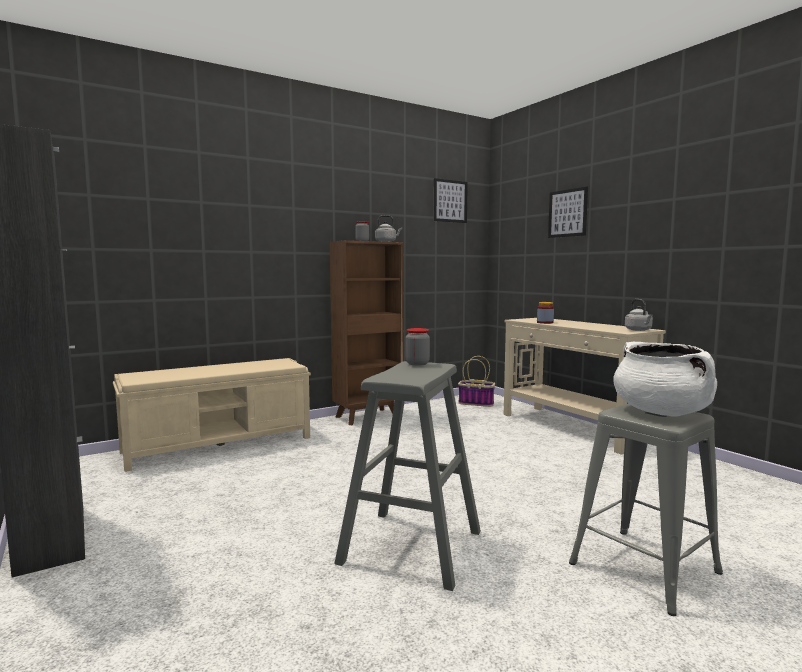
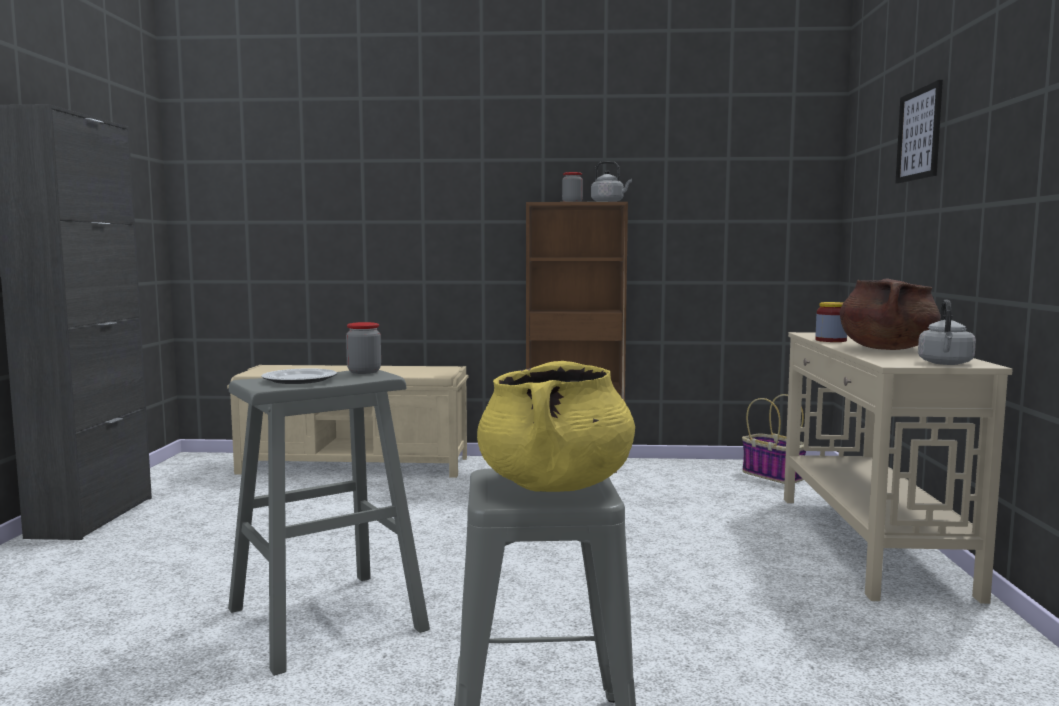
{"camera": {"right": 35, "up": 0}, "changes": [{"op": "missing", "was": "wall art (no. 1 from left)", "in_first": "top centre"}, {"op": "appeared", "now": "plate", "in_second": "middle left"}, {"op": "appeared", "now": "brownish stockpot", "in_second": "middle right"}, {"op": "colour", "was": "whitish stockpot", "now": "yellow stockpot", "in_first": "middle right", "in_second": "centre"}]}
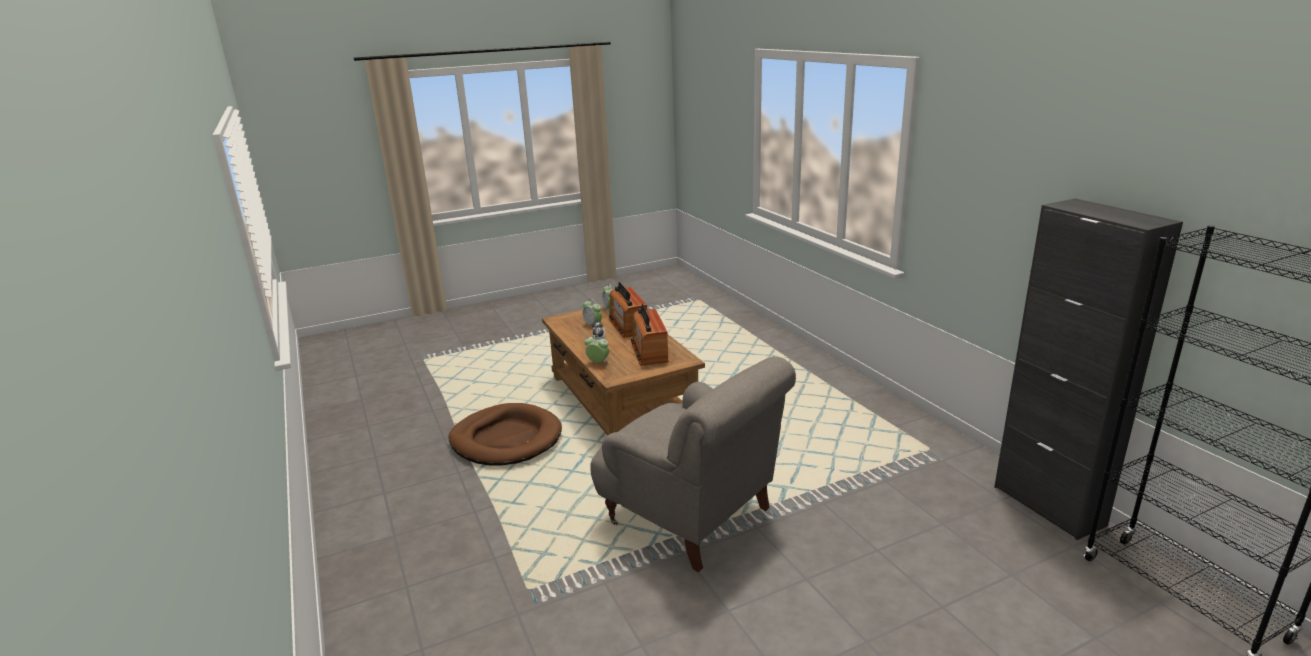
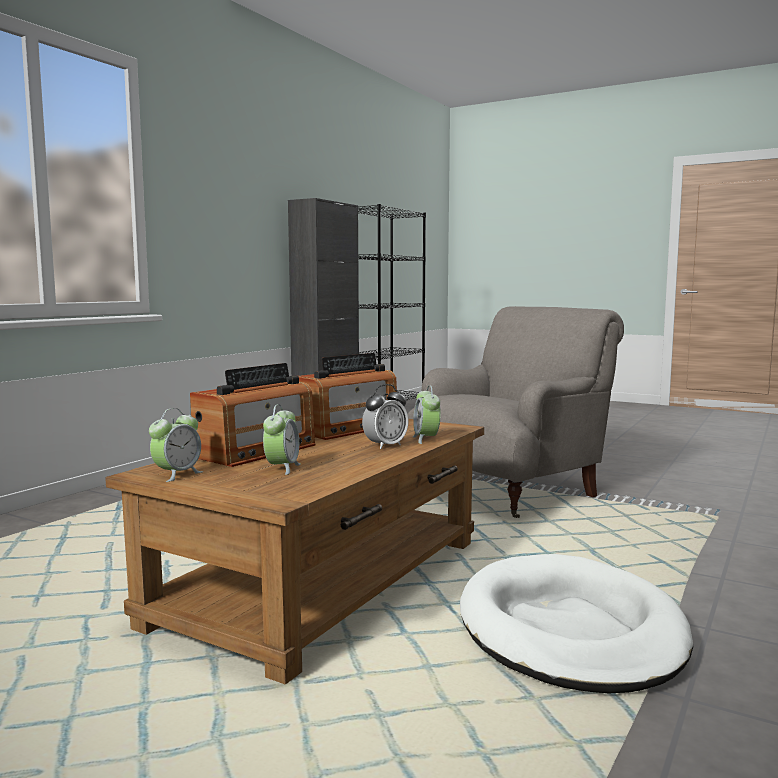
{"camera": {"right": -125, "up": -15}, "changes": [{"op": "colour", "was": "brownish pet bed", "now": "whitish pet bed", "in_first": "centre", "in_second": "bottom right"}, {"op": "spun", "was": "greyish lounge chair", "in_first": "bottom centre", "in_second": "centre", "clockwise": 45}]}
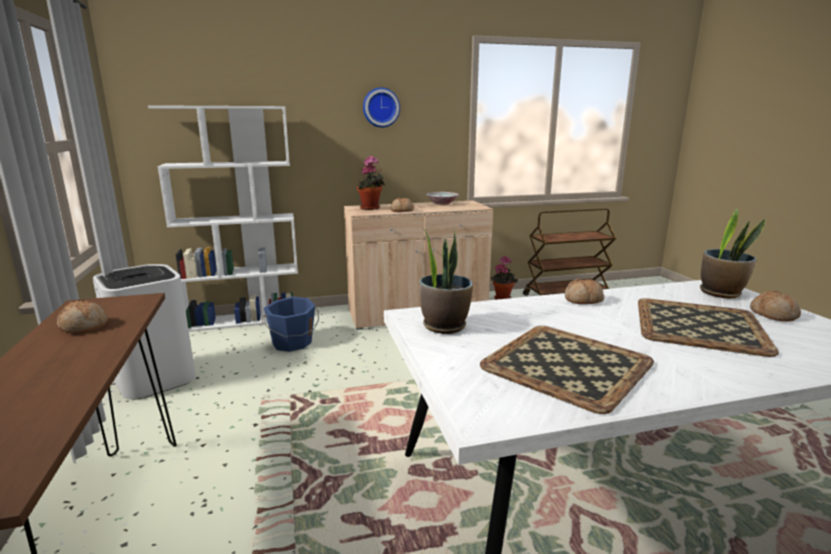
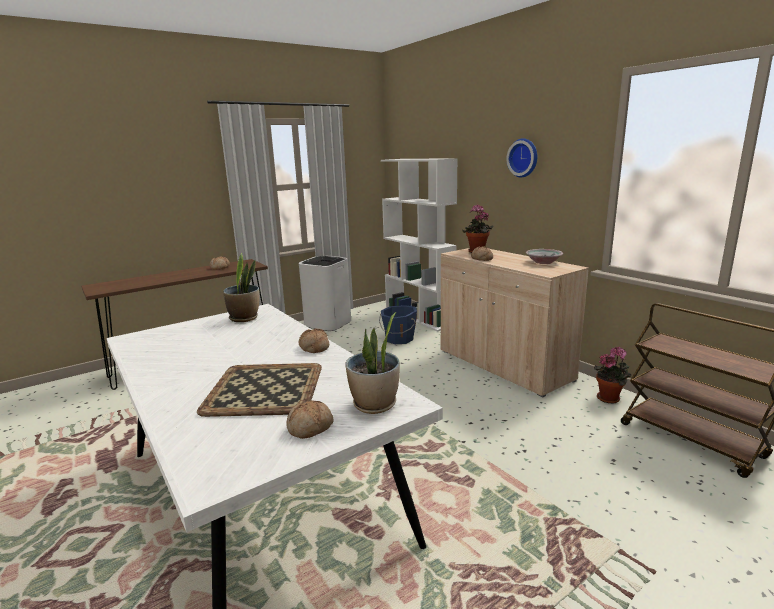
{"camera": {"right": 70, "up": 0}, "changes": [{"op": "missing", "was": "serving tray (no. 1 from left)", "in_first": "bottom right"}]}
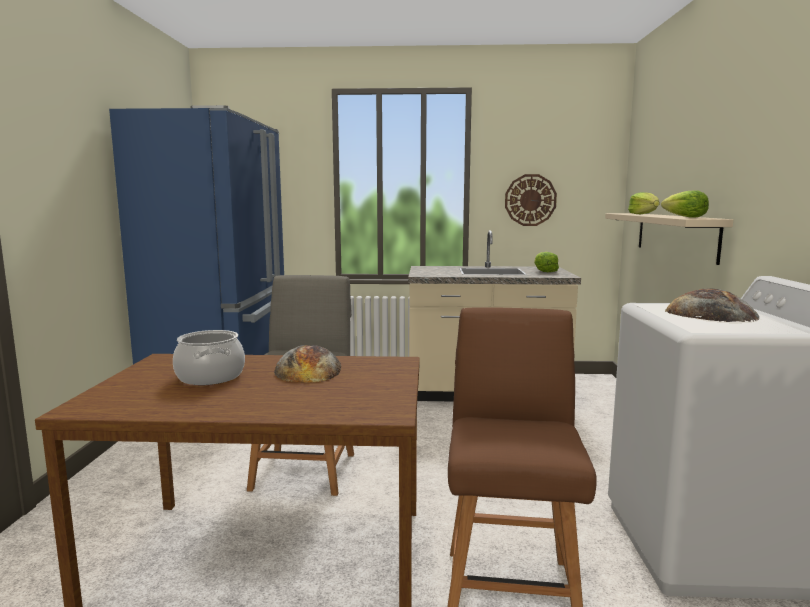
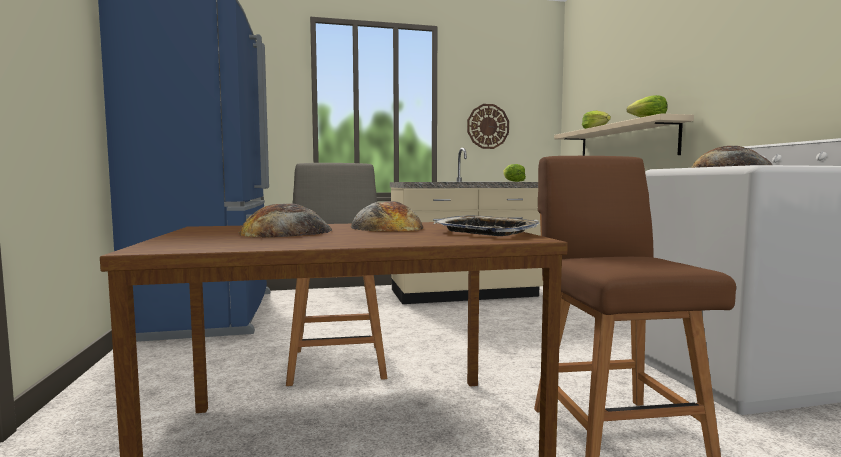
{"camera": {"right": -15, "up": -5}, "changes": [{"op": "appeared", "now": "serving tray", "in_second": "centre"}, {"op": "exchanged", "was": "stockpot", "now": "bakery bread (no. 1 from left)", "in_first": "middle left", "in_second": "centre"}]}
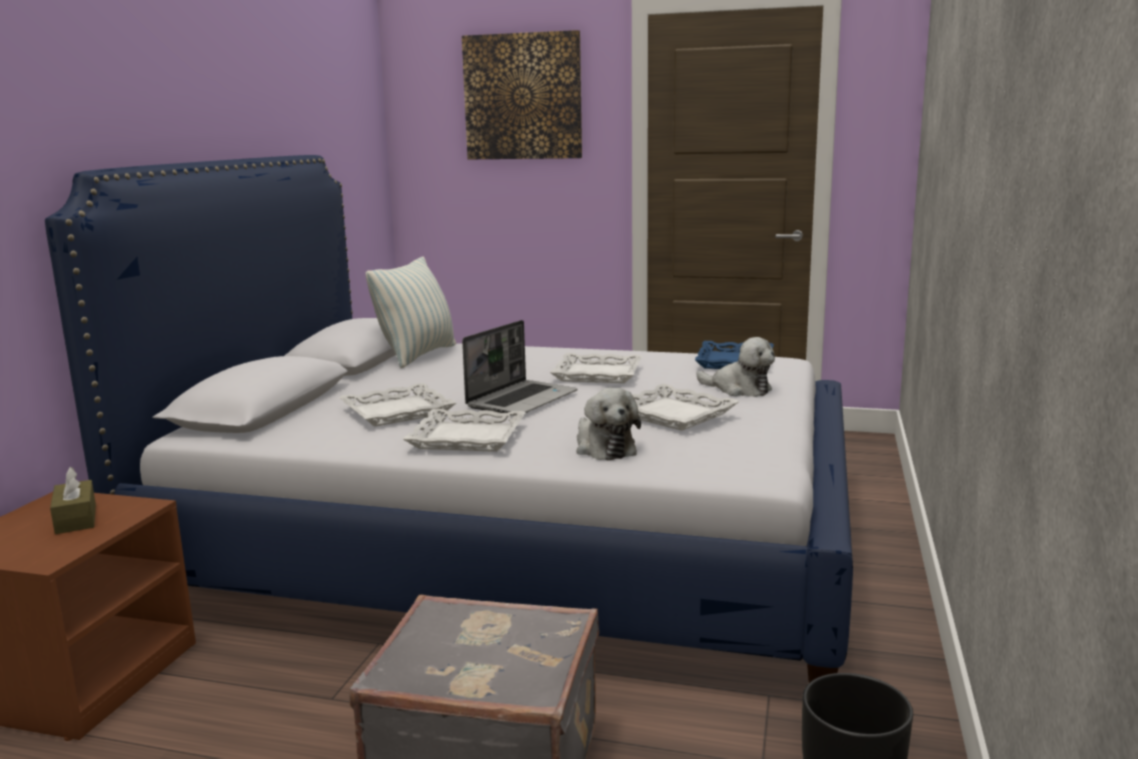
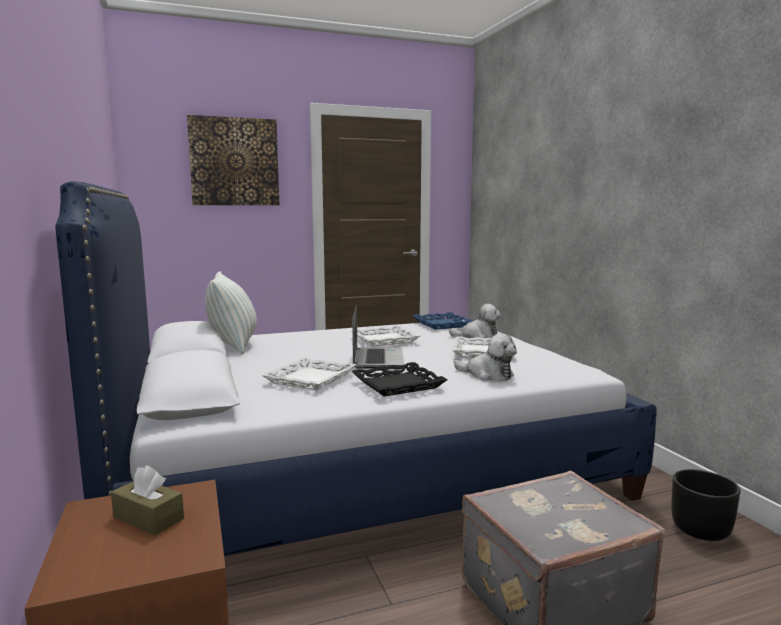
{"camera": {"right": -35, "up": -5}, "changes": [{"op": "colour", "was": "whitish serving tray (no. 2 from left)", "now": "blackish serving tray", "in_first": "centre", "in_second": "centre"}]}
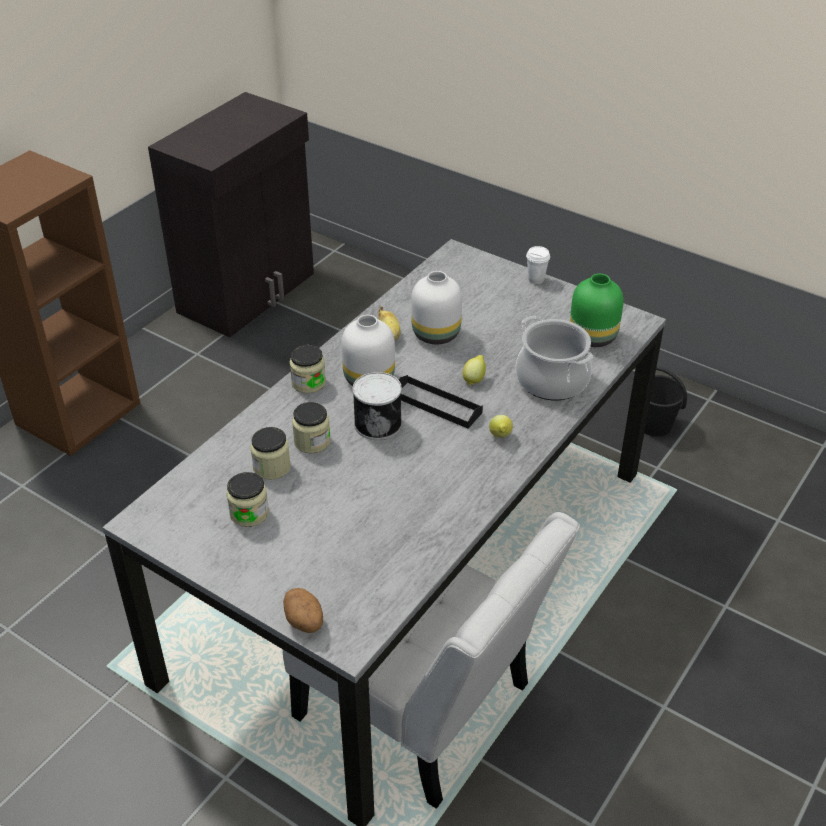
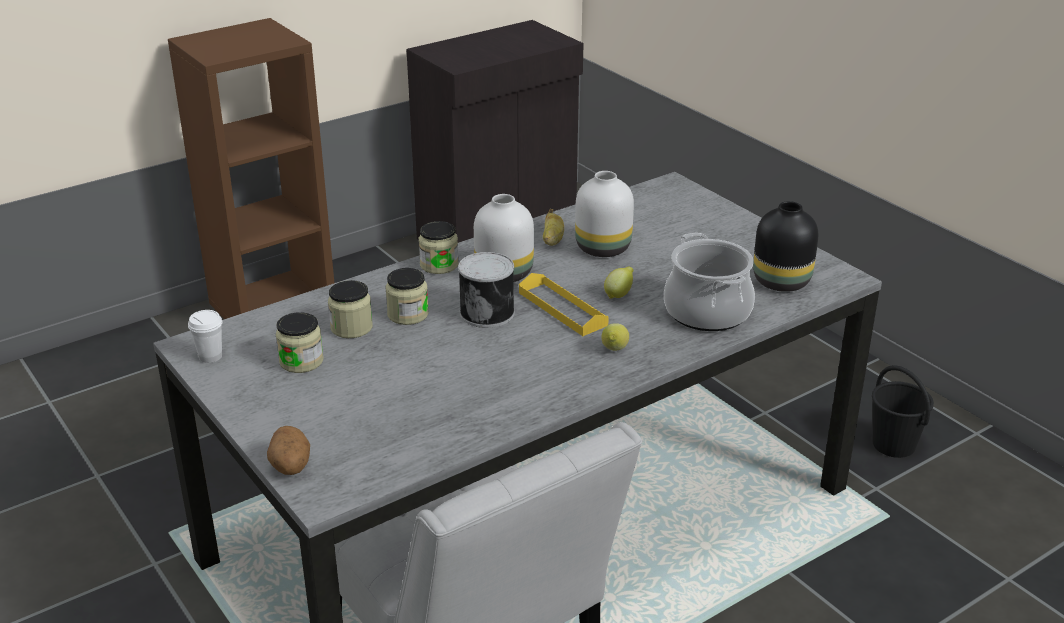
{"camera": {"right": 20, "up": -10}, "changes": [{"op": "relocated", "was": "whitish cup", "in_first": "top centre", "in_second": "middle left"}, {"op": "colour", "was": "blackish serving tray", "now": "yellow serving tray", "in_first": "centre", "in_second": "centre"}, {"op": "colour", "was": "greenish decorative vase", "now": "blackish decorative vase", "in_first": "middle right", "in_second": "middle right"}]}
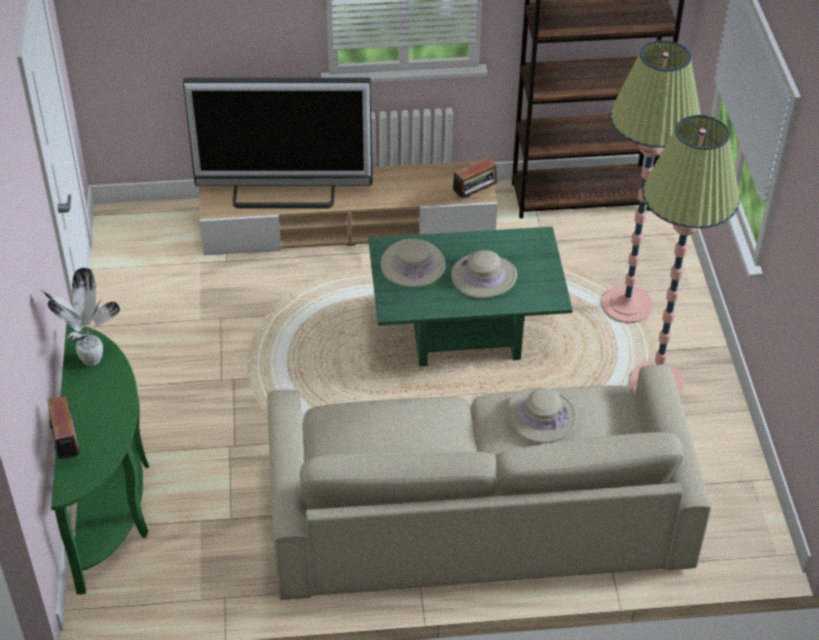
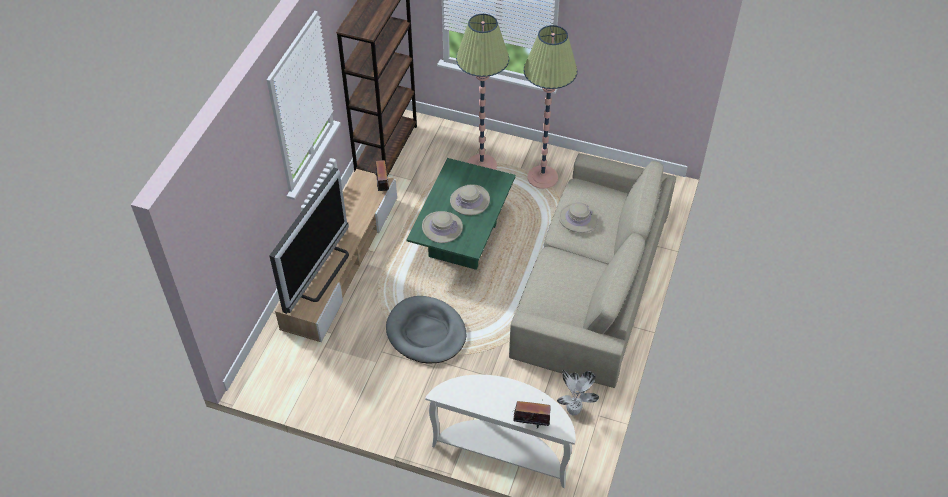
{"camera": {"right": -65, "up": 5}, "changes": [{"op": "appeared", "now": "greyish pet bed", "in_second": "centre"}, {"op": "relocated", "was": "houseplant", "in_first": "middle left", "in_second": "bottom centre"}, {"op": "colour", "was": "greenish narrow table", "now": "whitish narrow table", "in_first": "bottom left", "in_second": "bottom centre"}]}
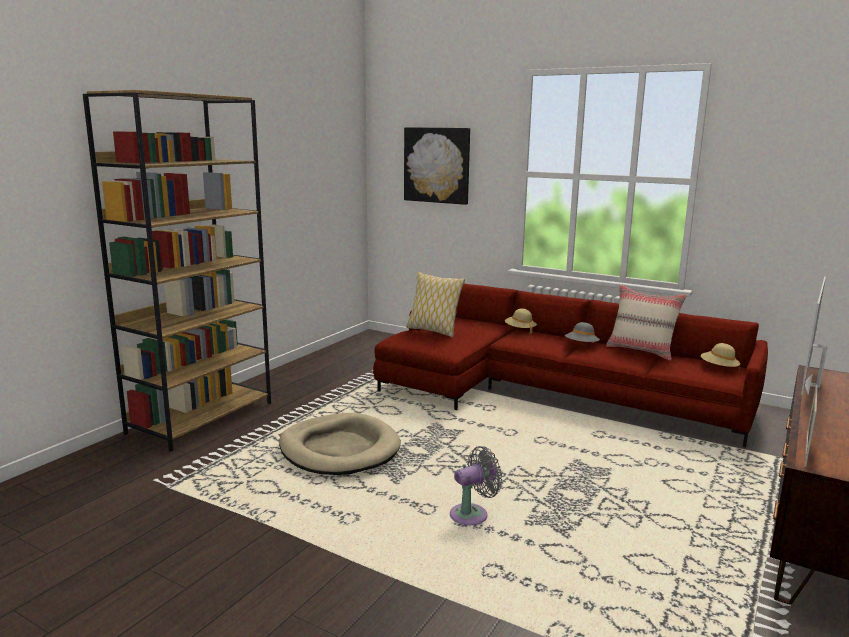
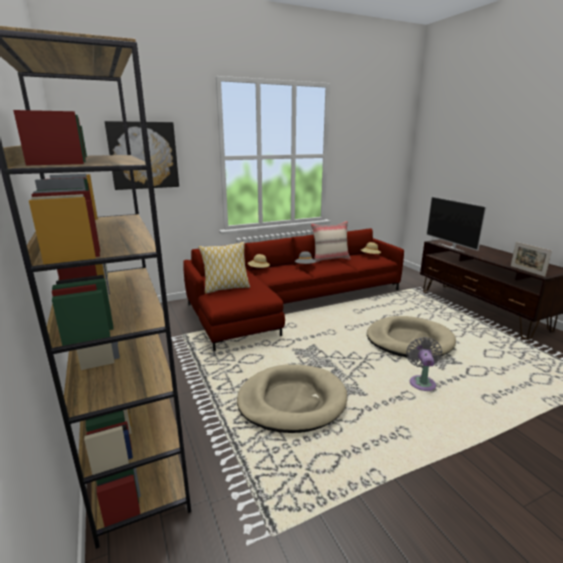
{"camera": {"right": -55, "up": 5}, "changes": [{"op": "appeared", "now": "beige pet bed (no. 2 from left)", "in_second": "middle right"}]}
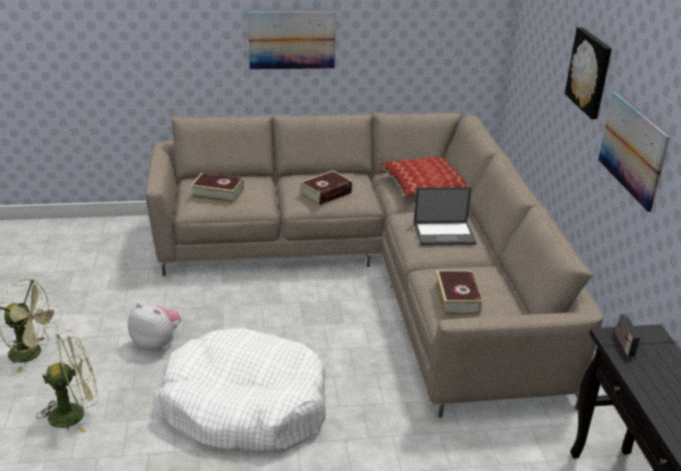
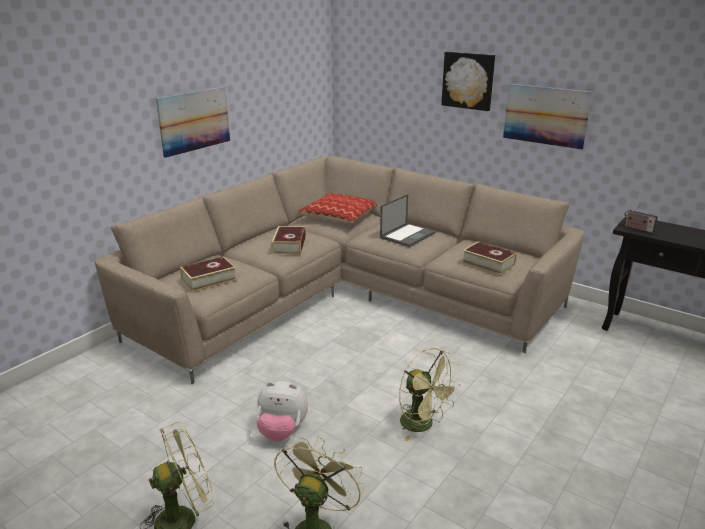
{"camera": {"right": -45, "up": -5}, "changes": [{"op": "exchanged", "was": "whitish pet bed", "now": "greenish cooling fan (no. 3 from left)", "in_first": "bottom centre", "in_second": "bottom centre"}, {"op": "spun", "was": "soft toy", "in_first": "bottom left", "in_second": "bottom centre", "clockwise": -150}]}
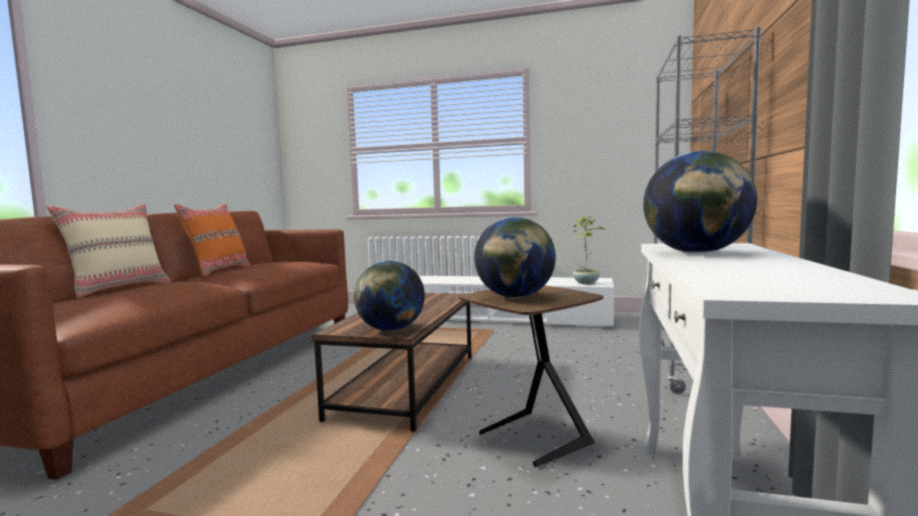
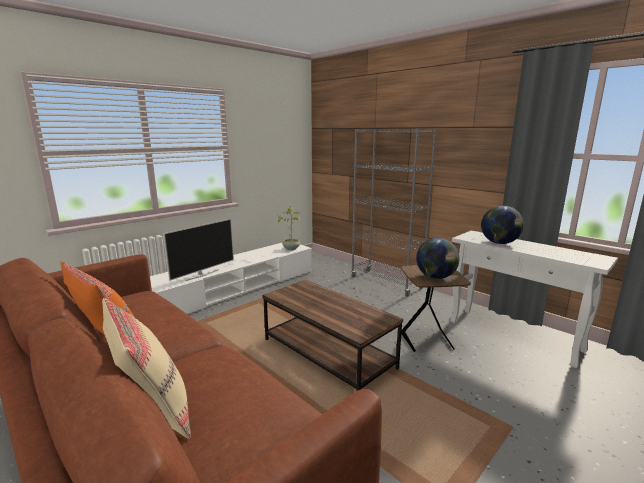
{"camera": {"right": -60, "up": 10}, "changes": [{"op": "missing", "was": "globe (no. 1 from left)", "in_first": "centre"}, {"op": "appeared", "now": "TV set", "in_second": "middle left"}]}
